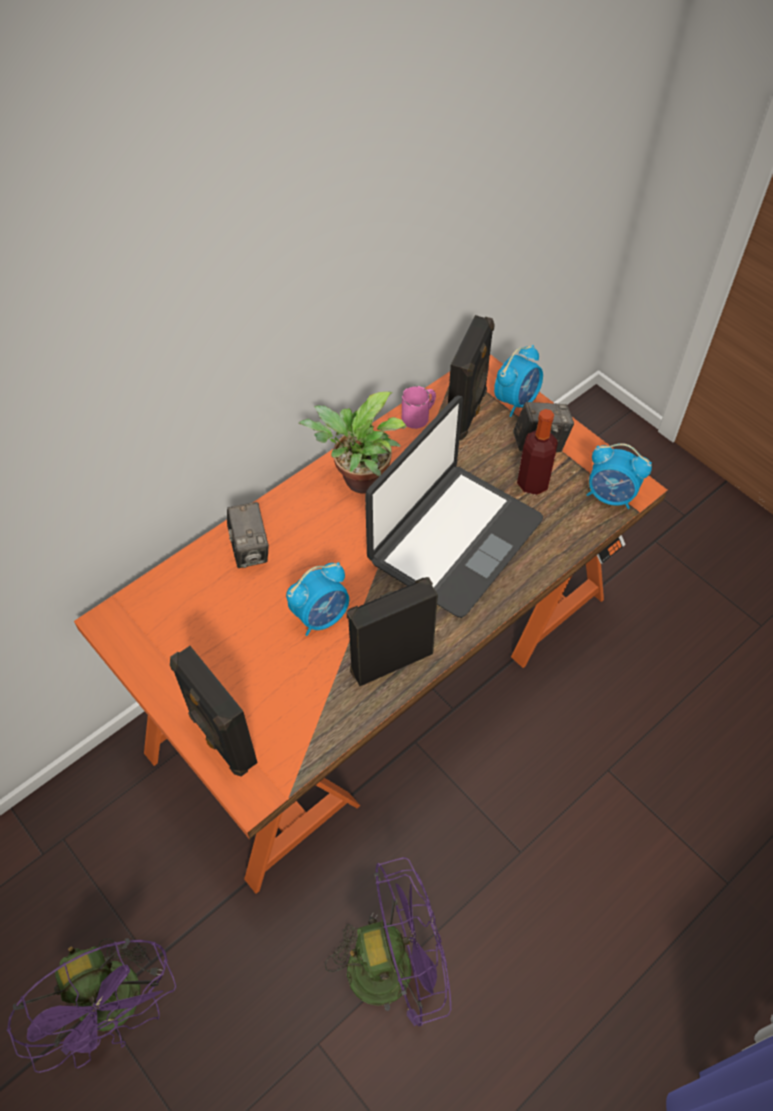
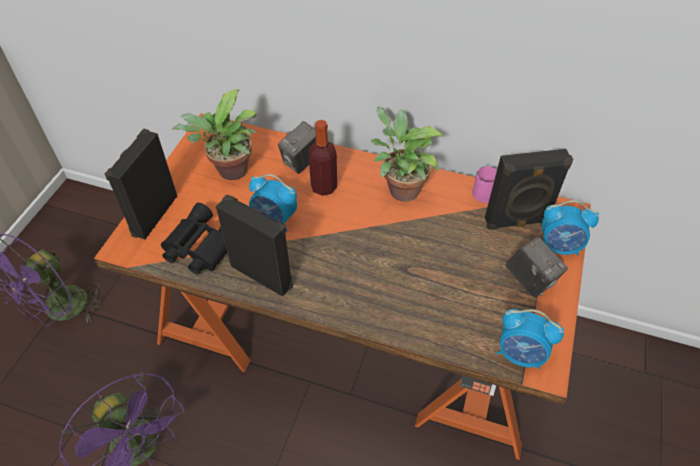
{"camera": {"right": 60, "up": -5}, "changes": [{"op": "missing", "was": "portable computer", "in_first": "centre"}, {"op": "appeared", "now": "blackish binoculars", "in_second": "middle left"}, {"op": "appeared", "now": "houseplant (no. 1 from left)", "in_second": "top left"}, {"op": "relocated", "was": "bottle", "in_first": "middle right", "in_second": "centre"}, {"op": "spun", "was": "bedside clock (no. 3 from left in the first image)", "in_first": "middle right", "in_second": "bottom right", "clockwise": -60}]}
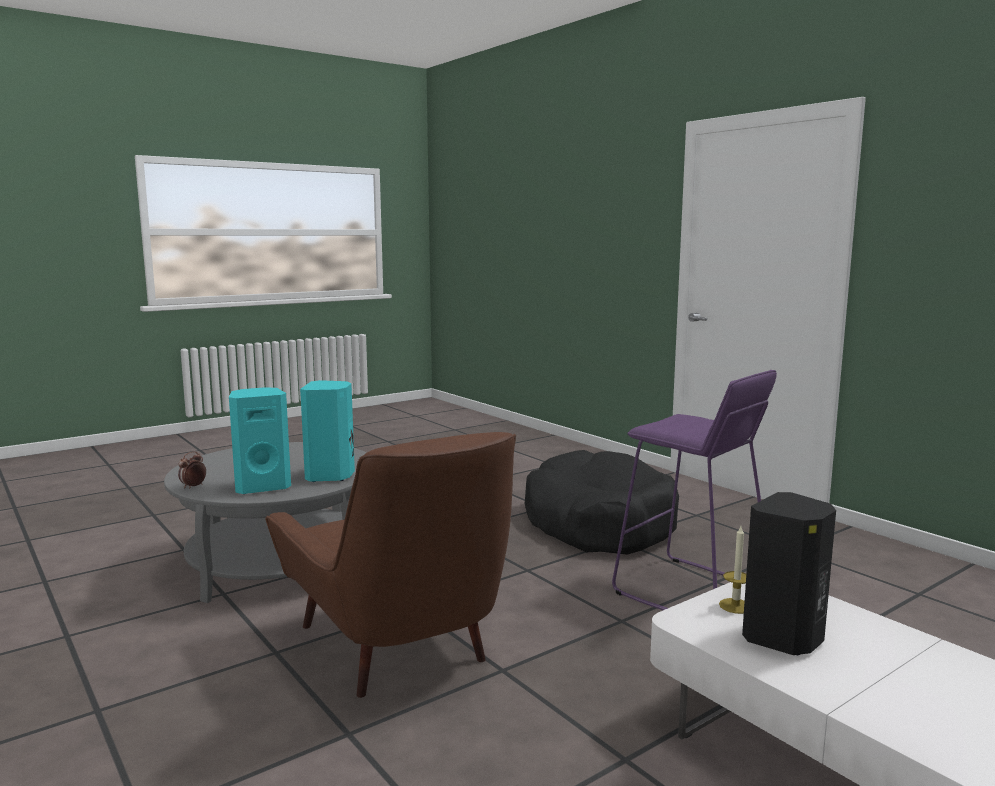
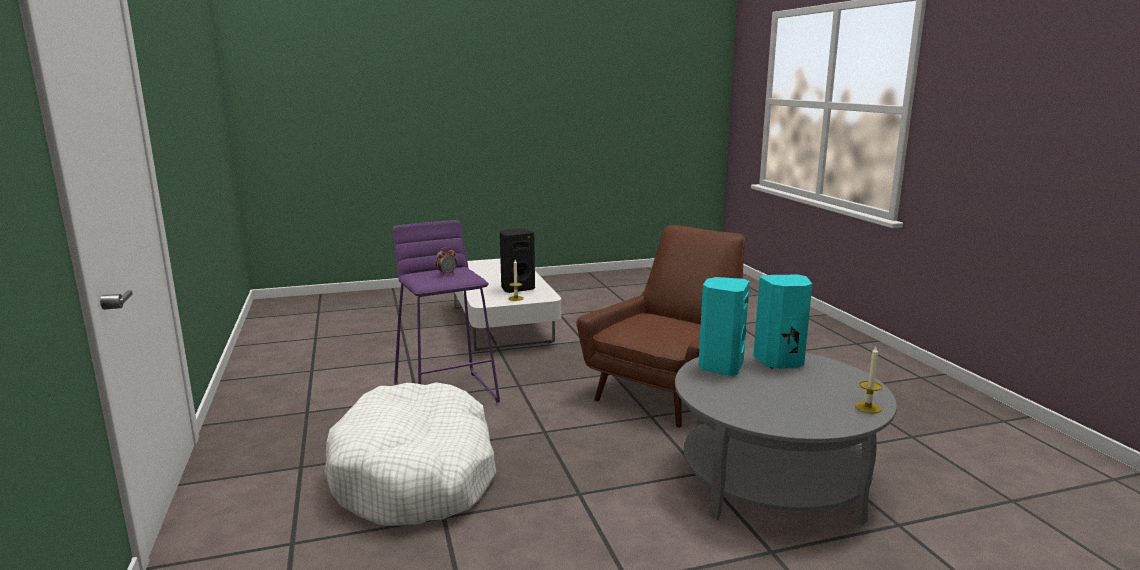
{"camera": {"right": -160, "up": 5}, "changes": [{"op": "appeared", "now": "wax light (no. 2 from left)", "in_second": "bottom right"}, {"op": "relocated", "was": "bedside clock", "in_first": "middle left", "in_second": "centre"}, {"op": "colour", "was": "blackish pet bed", "now": "whitish pet bed", "in_first": "centre", "in_second": "bottom centre"}, {"op": "spun", "was": "brownish lounge chair", "in_first": "bottom centre", "in_second": "centre", "clockwise": 45}]}
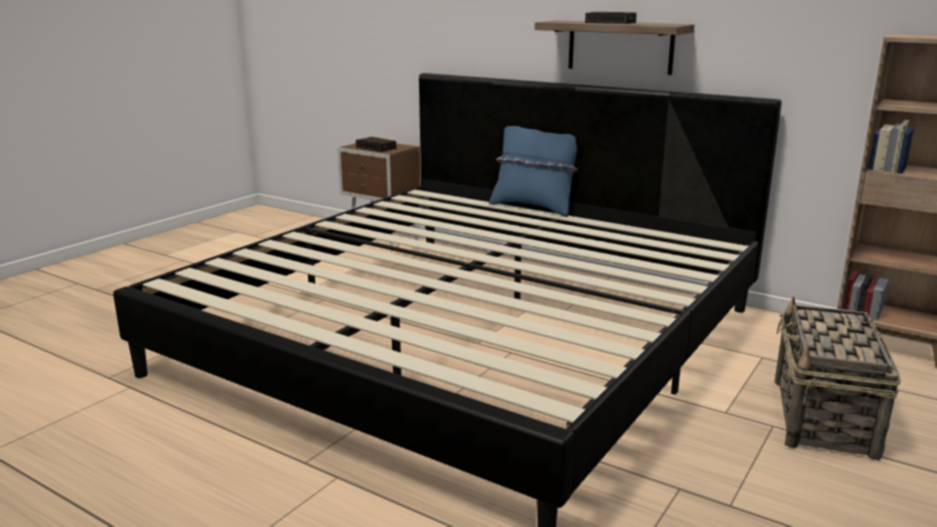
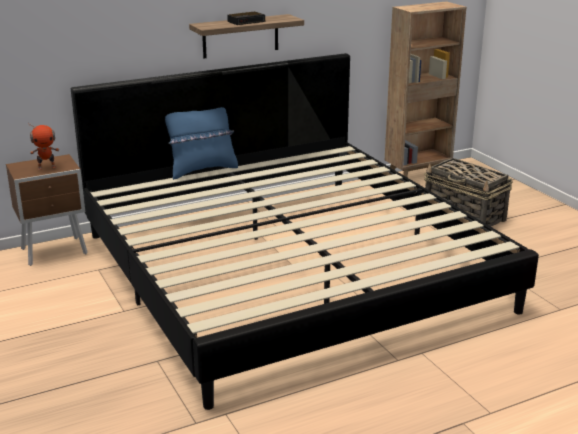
{"camera": {"right": -60, "up": 5}, "changes": [{"op": "exchanged", "was": "bedside clock (no. 1 from left)", "now": "toy robot", "in_first": "top centre", "in_second": "middle left"}]}
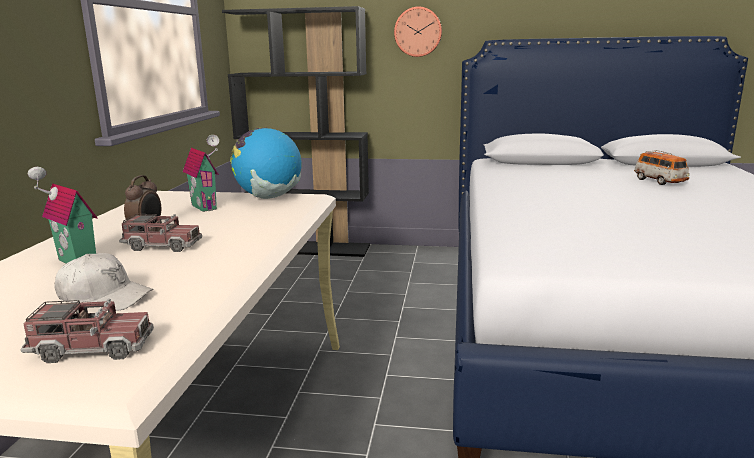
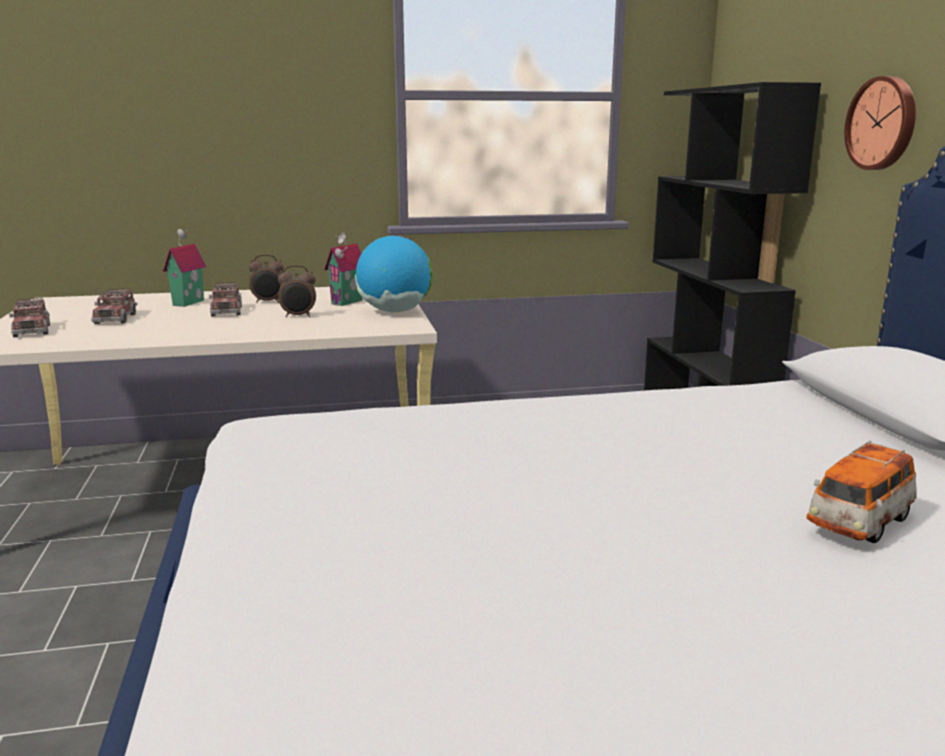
{"camera": {"right": 70, "up": 0}, "changes": [{"op": "appeared", "now": "bedside clock (no. 2 from left)", "in_second": "middle left"}, {"op": "exchanged", "was": "whitish cap", "now": "model truck (no. 2 from left)", "in_first": "middle left", "in_second": "middle left"}]}
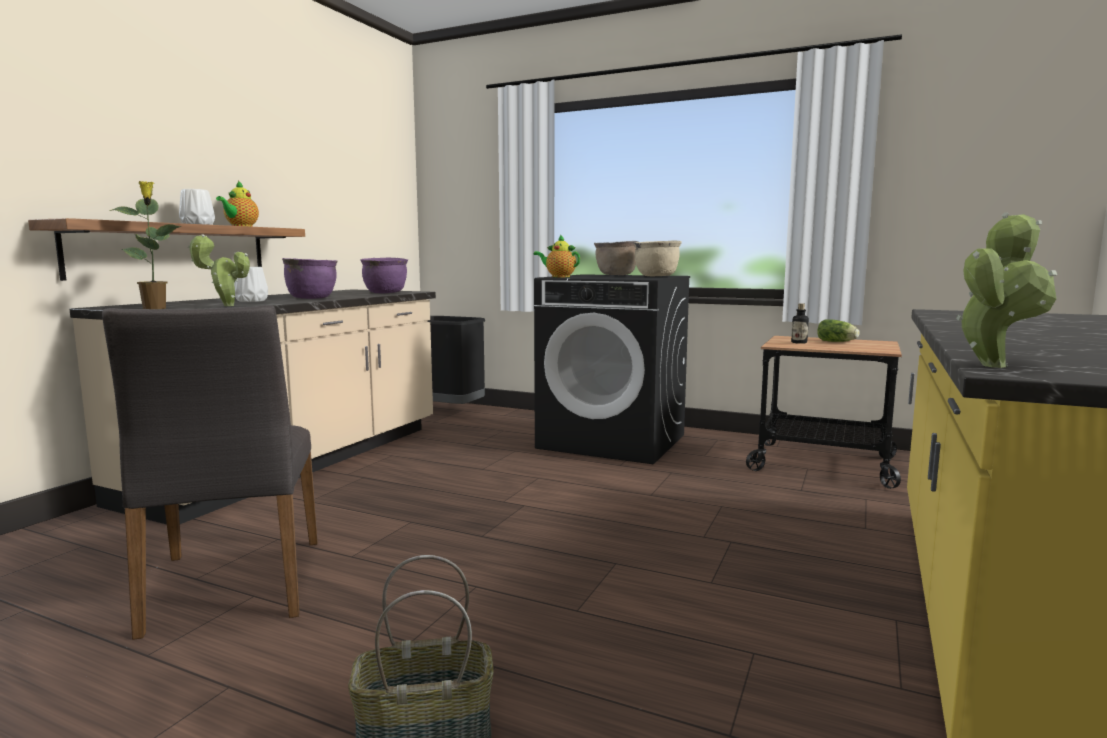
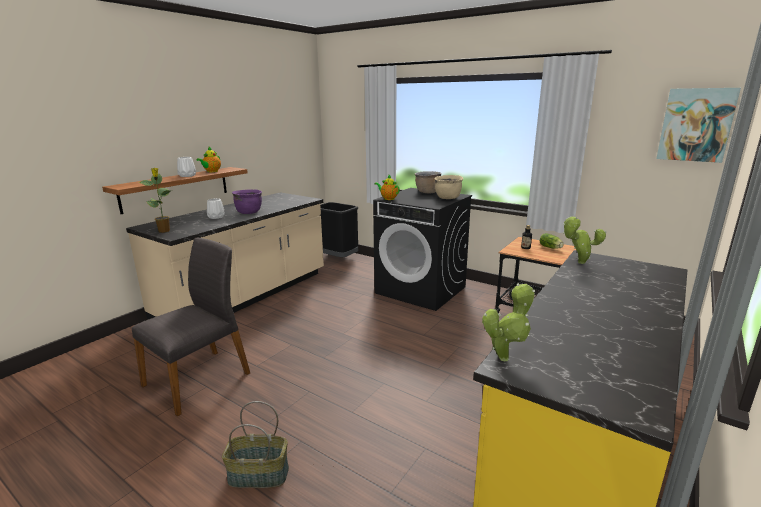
{"camera": {"right": 10, "up": 10}, "changes": [{"op": "missing", "was": "purplish stockpot (no. 2 from left)", "in_first": "centre"}, {"op": "appeared", "now": "wall art", "in_second": "top right"}, {"op": "relocated", "was": "houseplant (no. 2 from left in the first image)", "now": "houseplant (no. 3 from left)", "in_first": "middle left", "in_second": "middle right"}, {"op": "spun", "was": "greyish chair", "in_first": "middle left", "in_second": "middle left", "clockwise": -135}]}
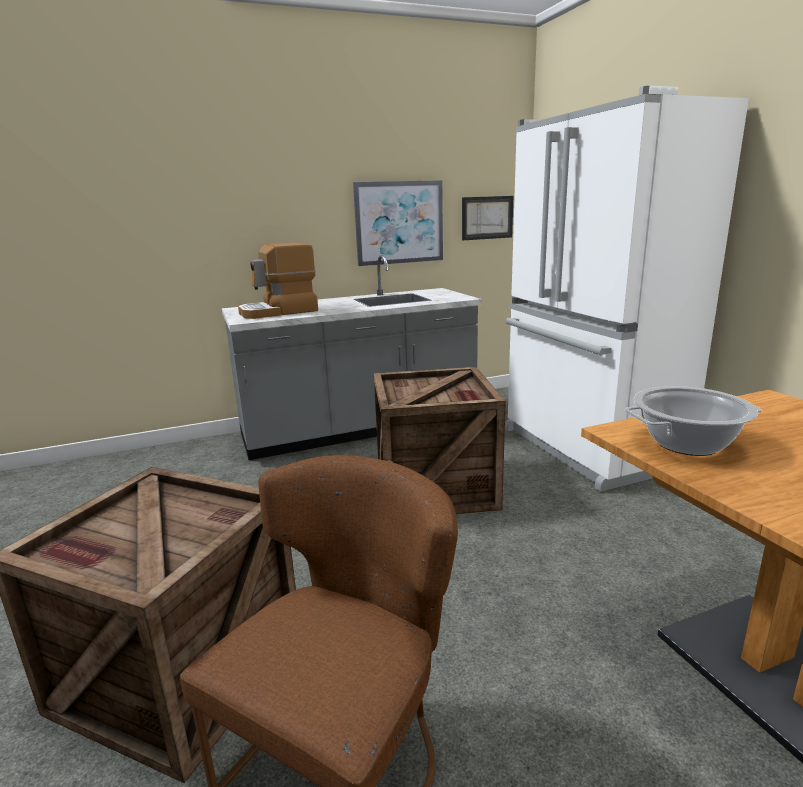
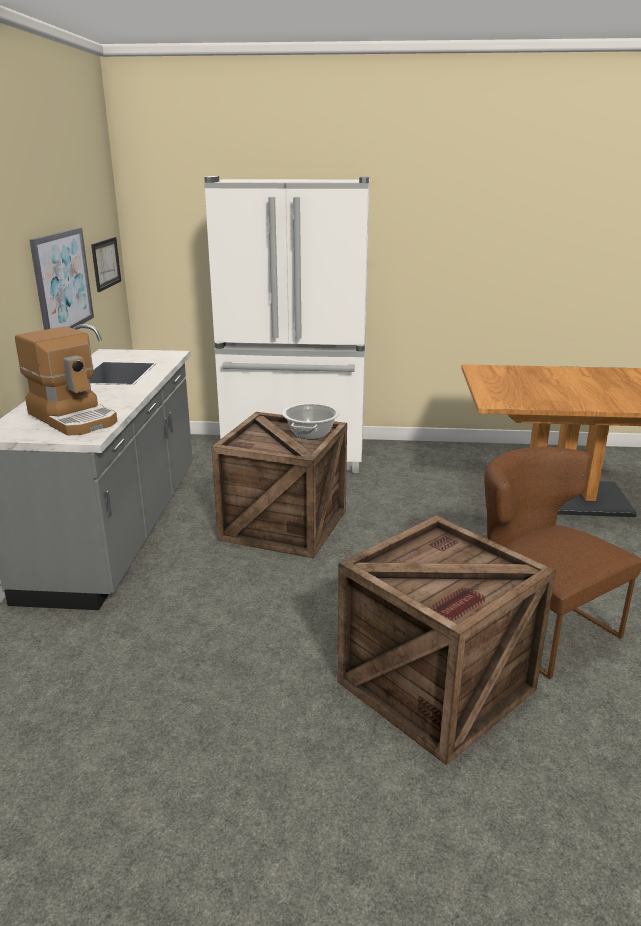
{"camera": {"right": -65, "up": 5}, "changes": [{"op": "relocated", "was": "stockpot", "in_first": "middle right", "in_second": "centre"}, {"op": "spun", "was": "coffee machine", "in_first": "centre", "in_second": "middle left", "clockwise": -45}]}
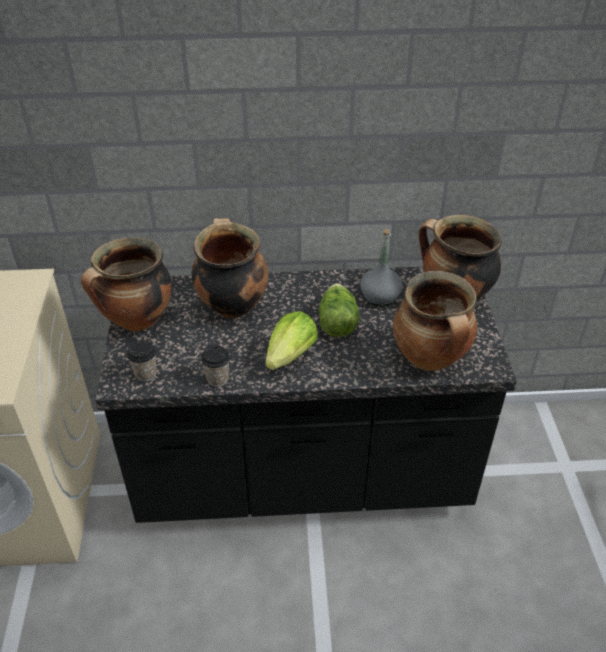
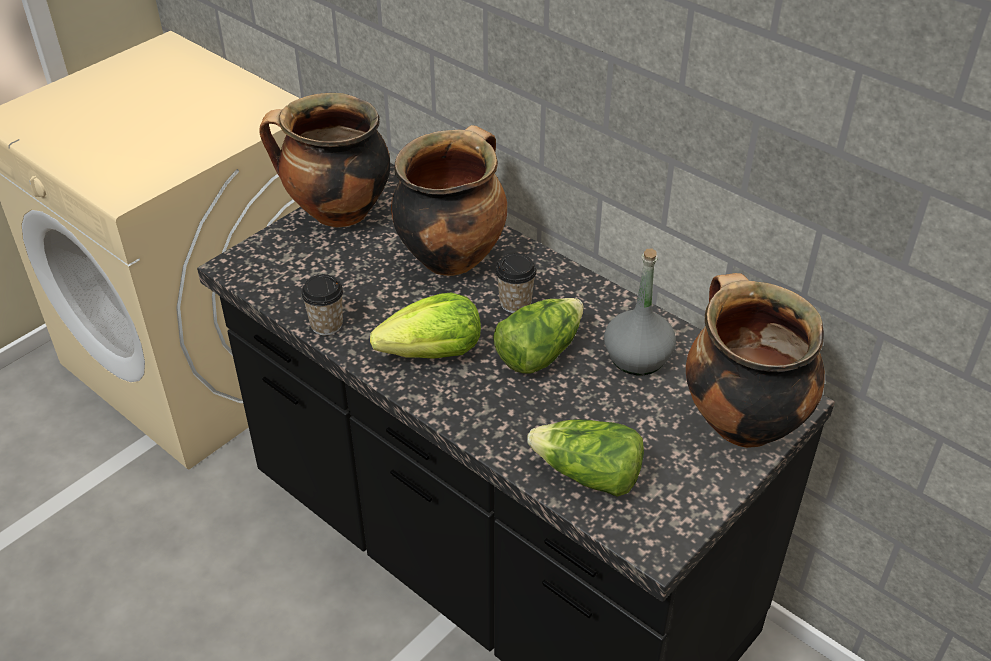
{"camera": {"right": 45, "up": 0}, "changes": [{"op": "relocated", "was": "cup (no. 1 from left in the first image)", "now": "cup (no. 2 from left)", "in_first": "middle left", "in_second": "centre"}, {"op": "exchanged", "was": "stockpot (no. 3 from left)", "now": "lettuce head (no. 3 from left)", "in_first": "middle right", "in_second": "bottom centre"}]}
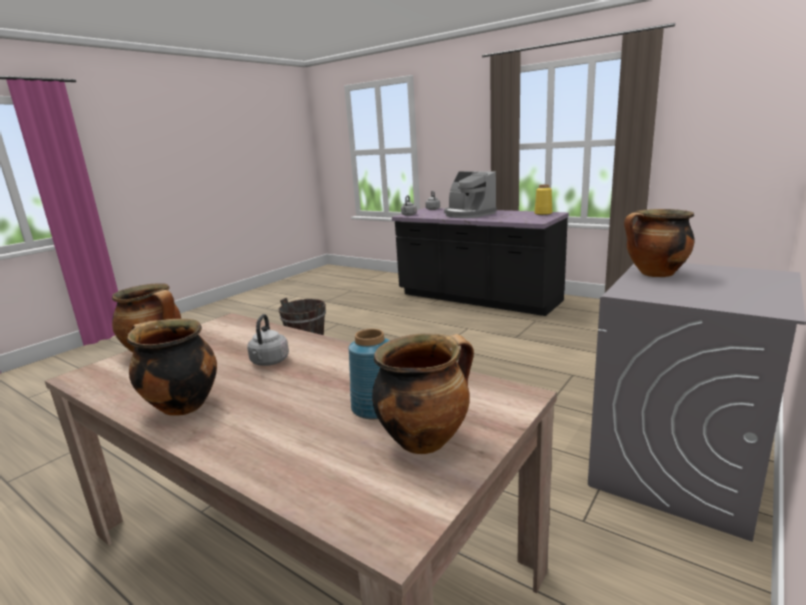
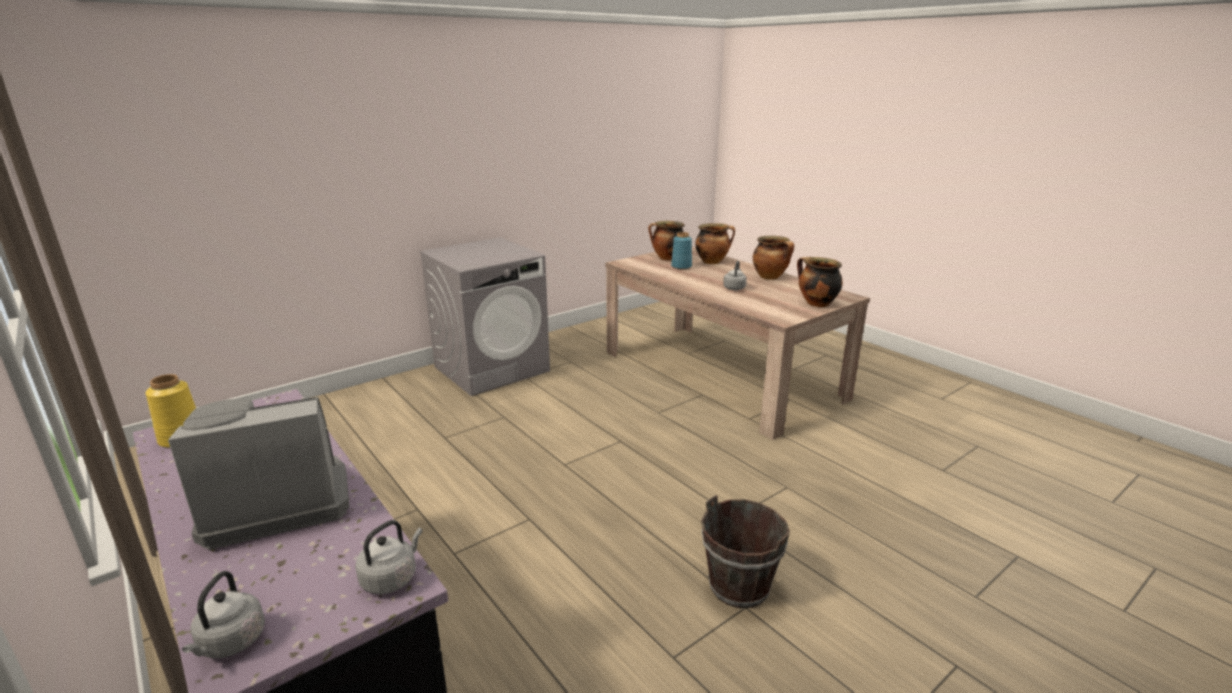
{"camera": {"right": -165, "up": 5}, "changes": [{"op": "relocated", "was": "stockpot (no. 4 from left in the first image)", "now": "stockpot (no. 2 from left)", "in_first": "middle right", "in_second": "centre"}, {"op": "spun", "was": "coffee machine", "in_first": "top centre", "in_second": "bottom left", "clockwise": -90}]}
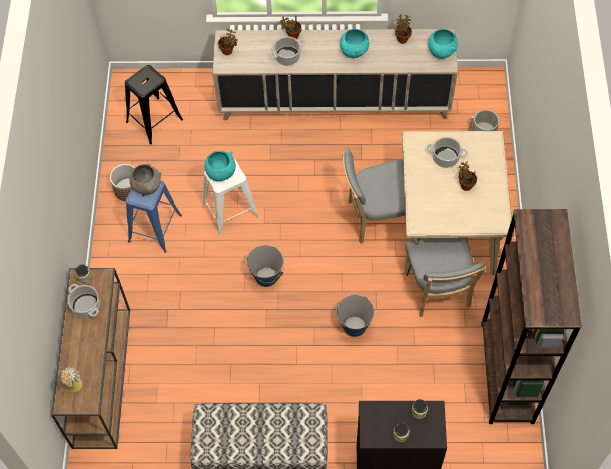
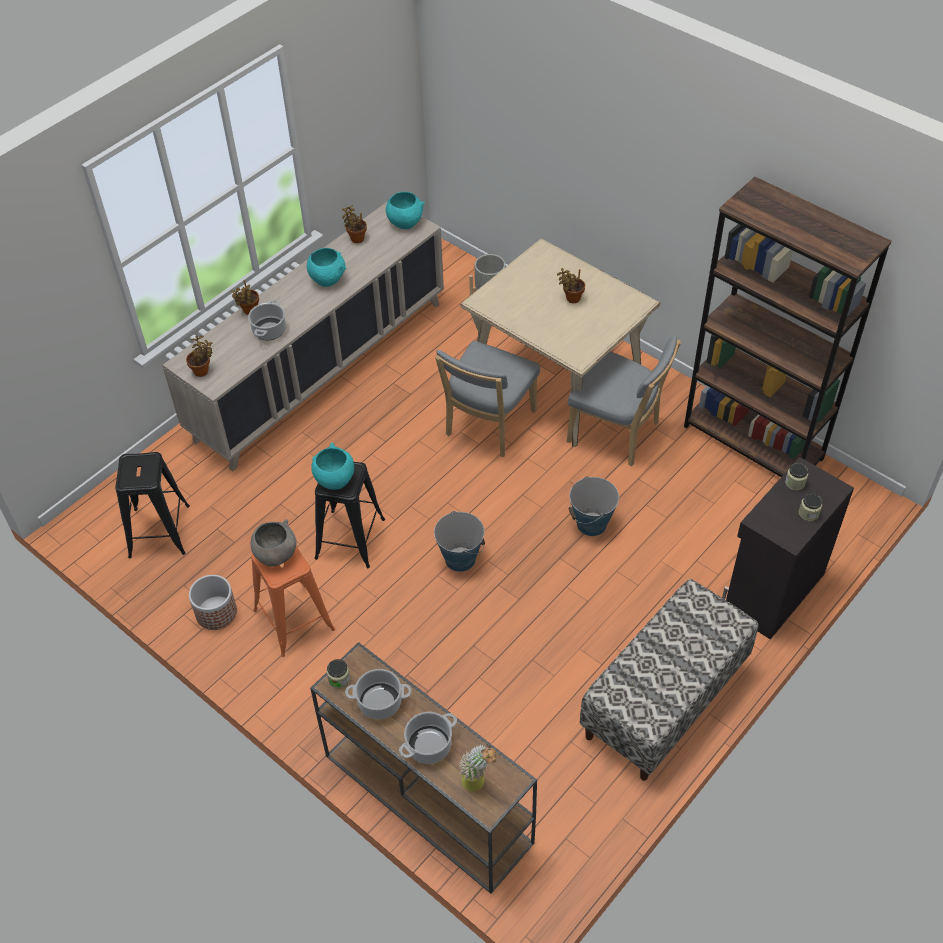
{"camera": {"right": -50, "up": -10}, "changes": [{"op": "relocated", "was": "stockpot (no. 3 from left)", "in_first": "top right", "in_second": "bottom centre"}, {"op": "colour", "was": "bluish stool", "now": "orange stool", "in_first": "middle left", "in_second": "middle left"}, {"op": "colour", "was": "whitish stool", "now": "blackish stool (no. 2 from left)", "in_first": "centre", "in_second": "centre"}]}
